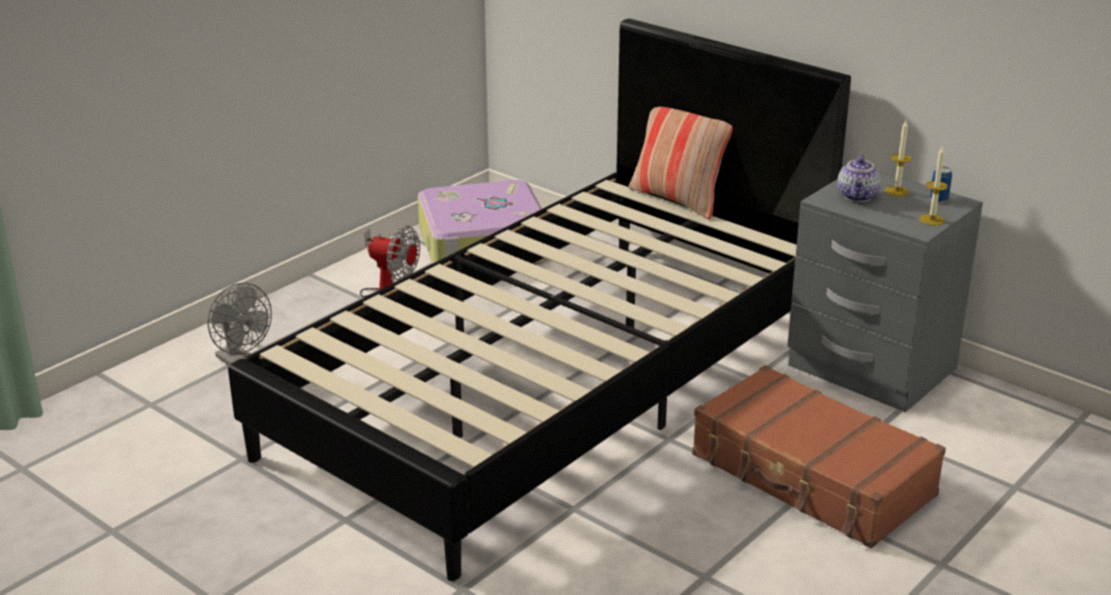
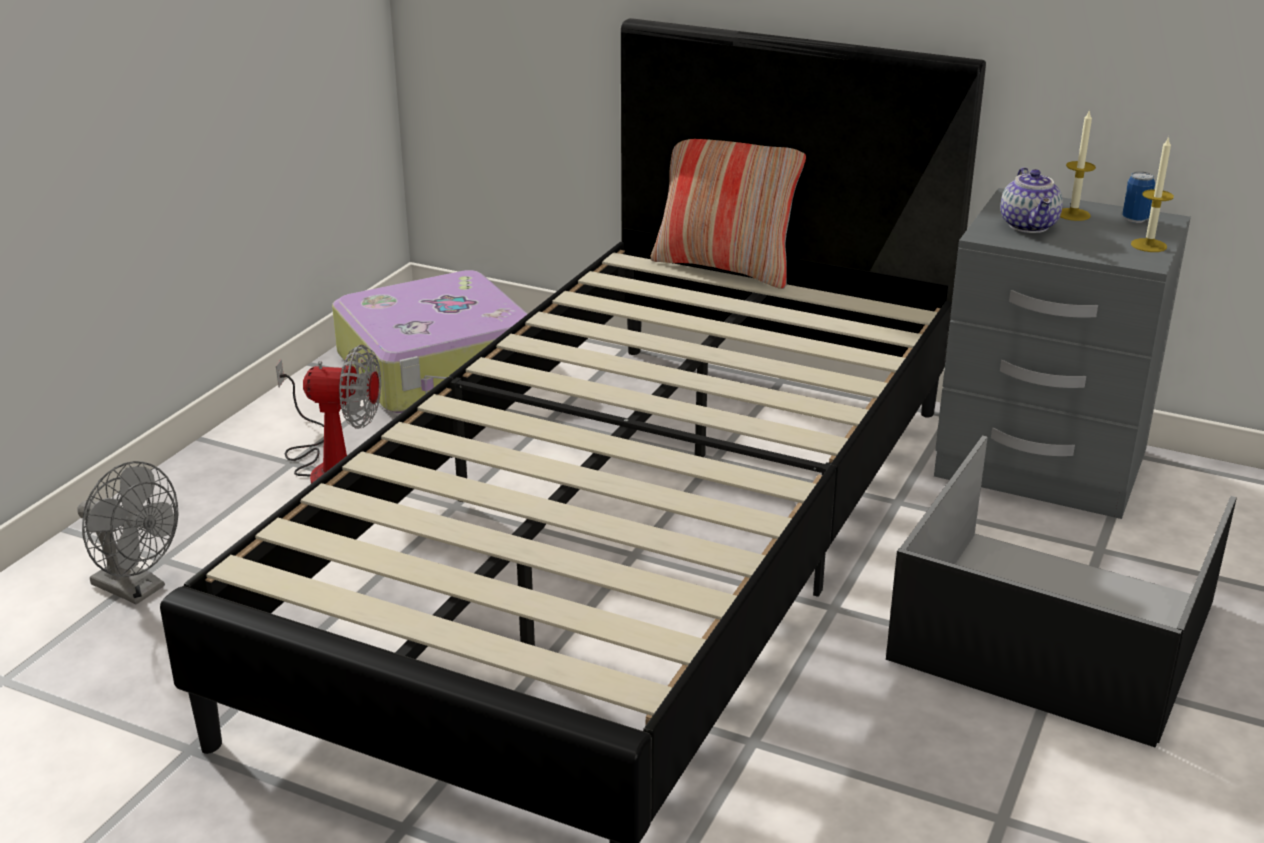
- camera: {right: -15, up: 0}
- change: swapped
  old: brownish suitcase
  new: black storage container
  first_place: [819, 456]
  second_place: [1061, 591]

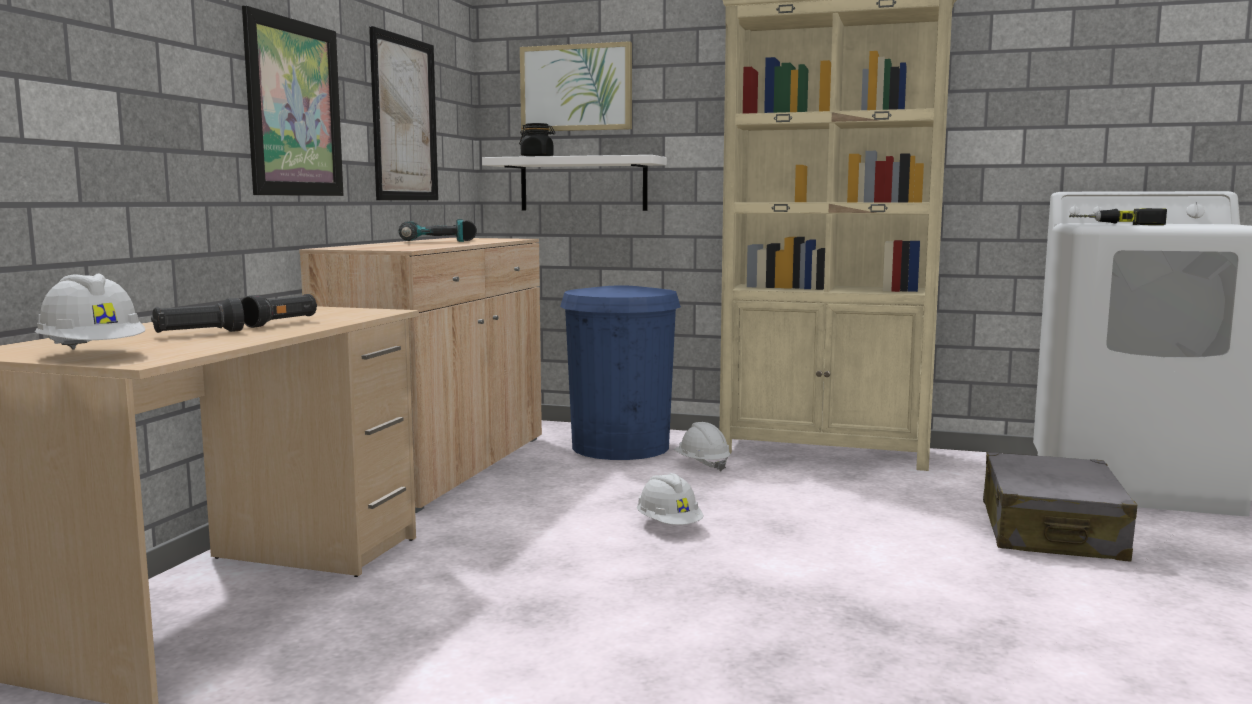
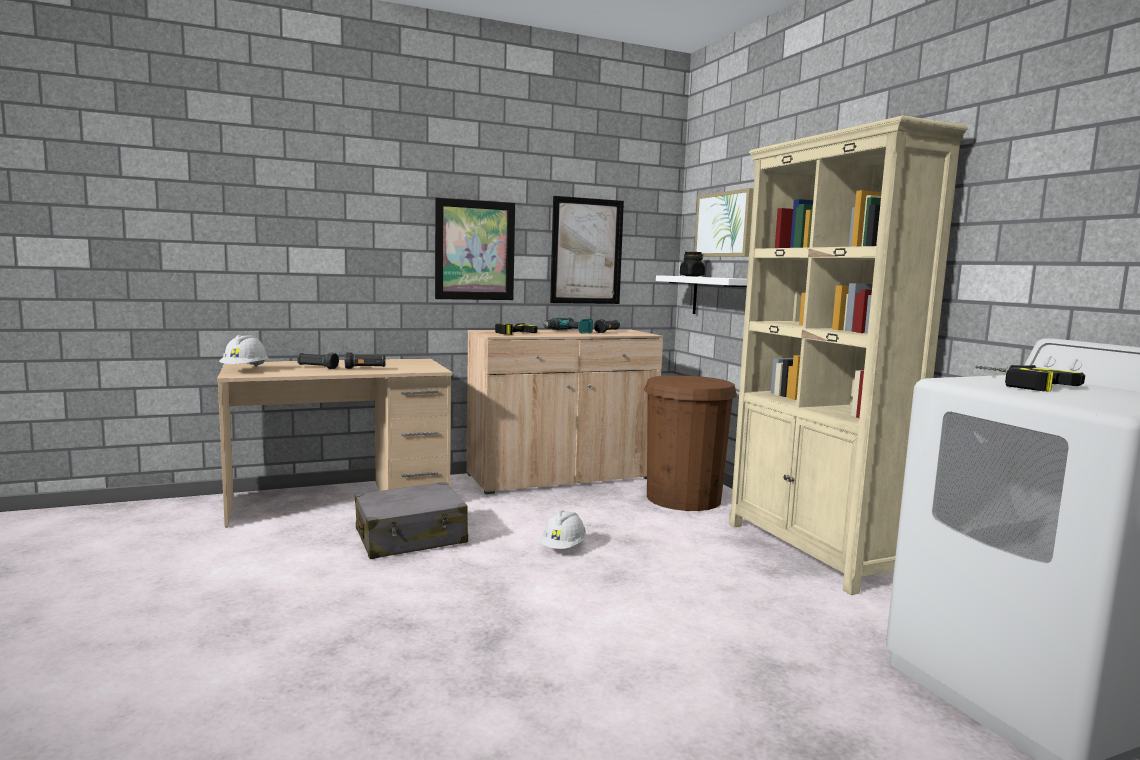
- camera: {right: 50, up: 0}
- change: repainted
  old: blue waste bin
  new: brownish waste bin
  first_place: [620, 373]
  second_place: [690, 443]
- change: gone
  old: whitish work helmet
  first_place: [702, 447]
- change: shifted
  old: gray suitcase
  first_place: [1060, 506]
  second_place: [411, 520]
- change: new
  new: drill
  second_place: [516, 329]

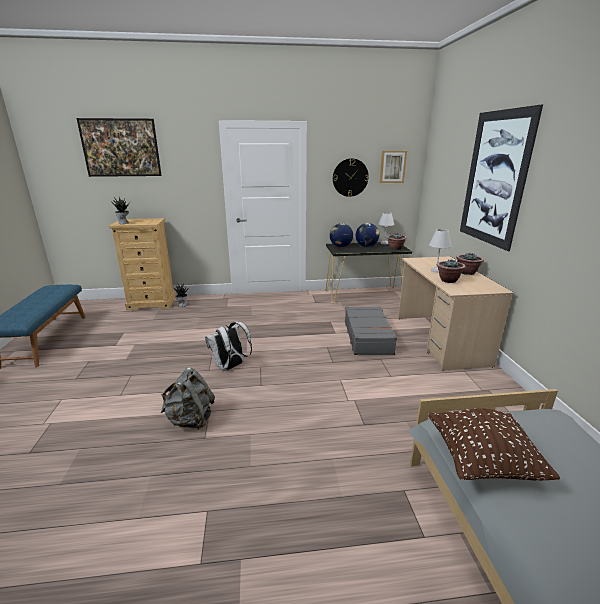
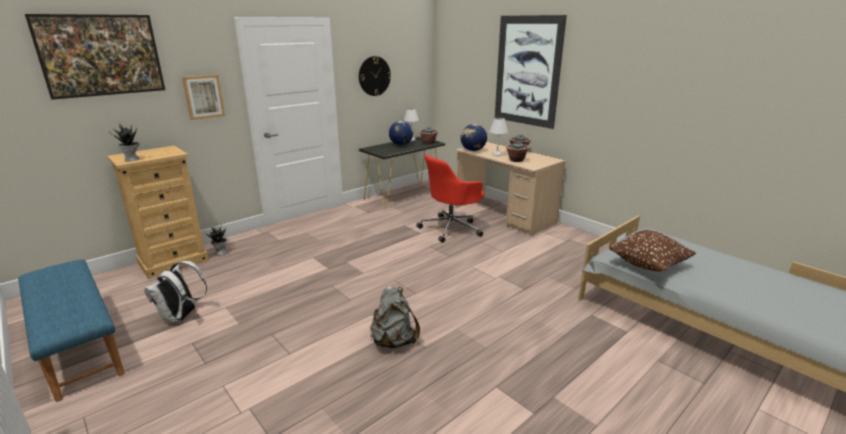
- camera: {right: -35, up: 0}
- change: shifted
  old: wall picture
  first_place: [393, 167]
  second_place: [203, 97]
- change: shifted
  old: globe
  first_place: [341, 235]
  second_place: [473, 137]
- change: swapped
  old: gray suitcase
  new: red-coloured office chair
  first_place: [371, 330]
  second_place: [450, 199]
- change: shifted
  old: whitish backpack
  first_place: [228, 346]
  second_place: [175, 292]

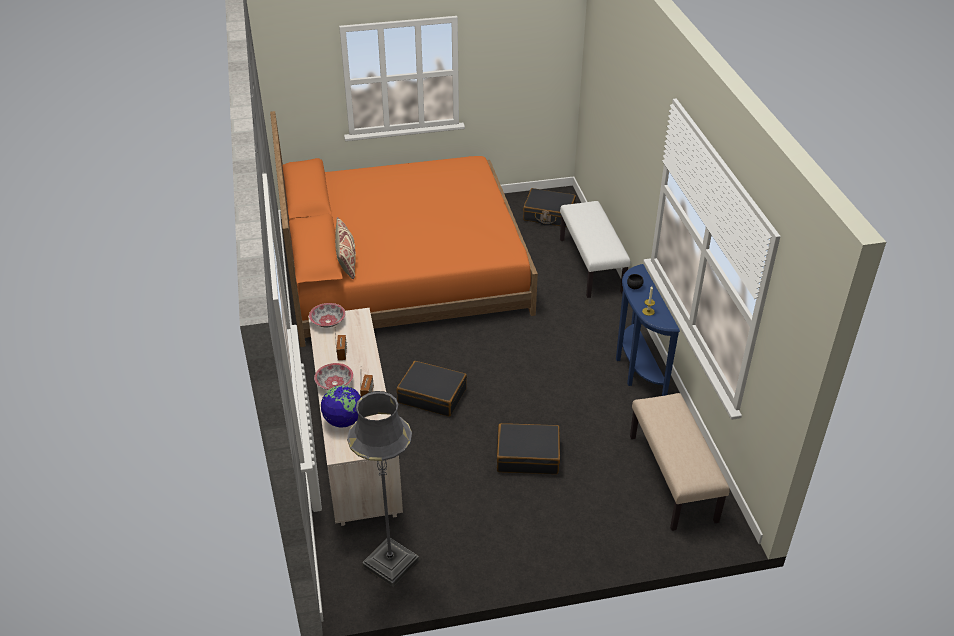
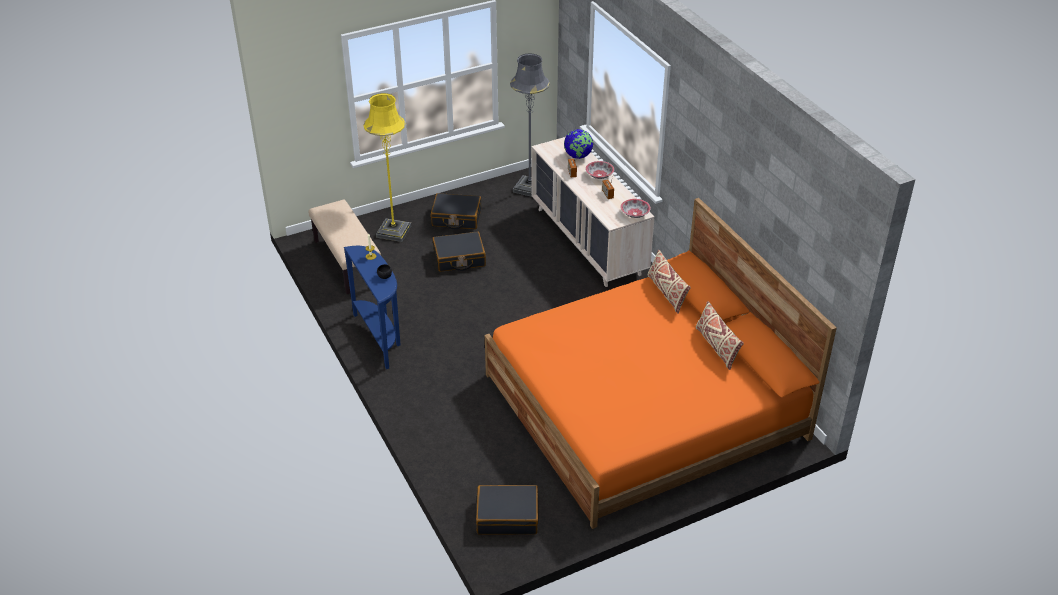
- camera: {right: 165, up: 0}
- change: gone
  old: whitish bench
  first_place: [595, 249]
- change: shifted
  old: black suitcase
  first_place: [432, 388]
  second_place: [456, 211]
- change: new
  new: yellowish floor lamp
  second_place: [387, 167]
- change: new
  new: beige-coloured cushion
  second_place: [720, 335]

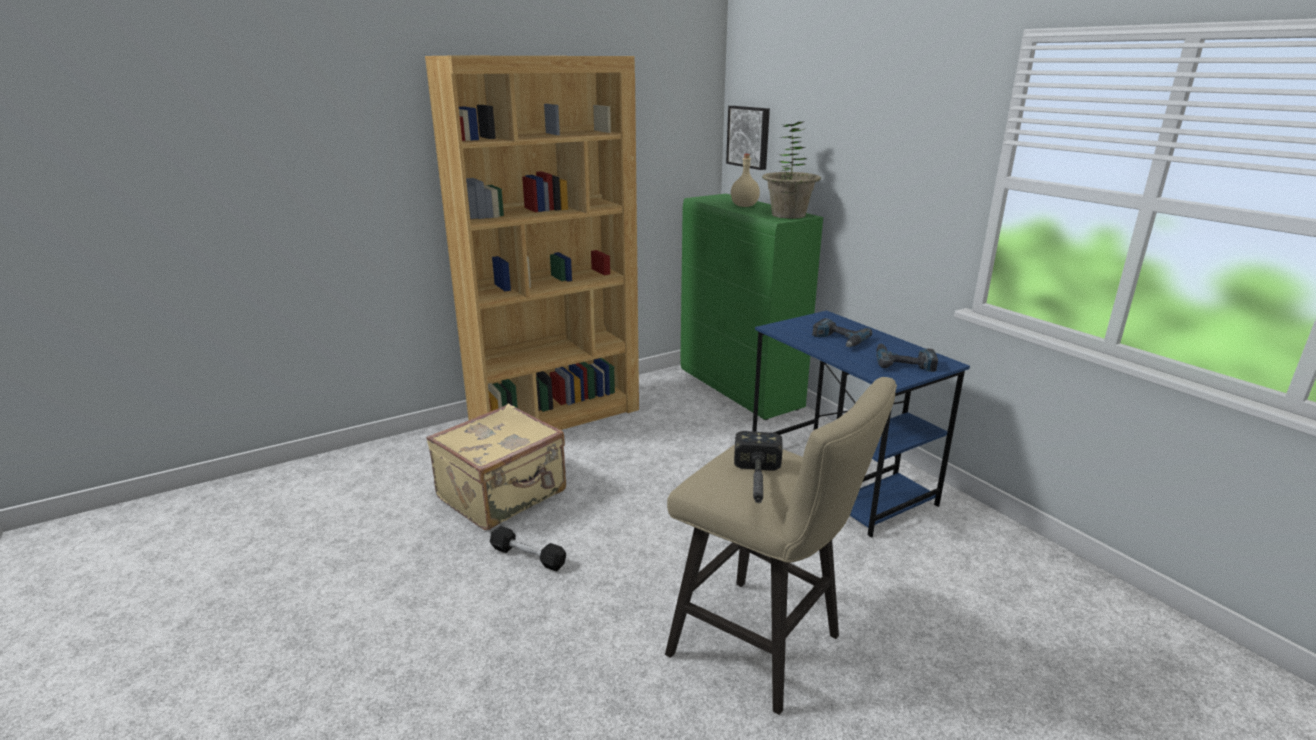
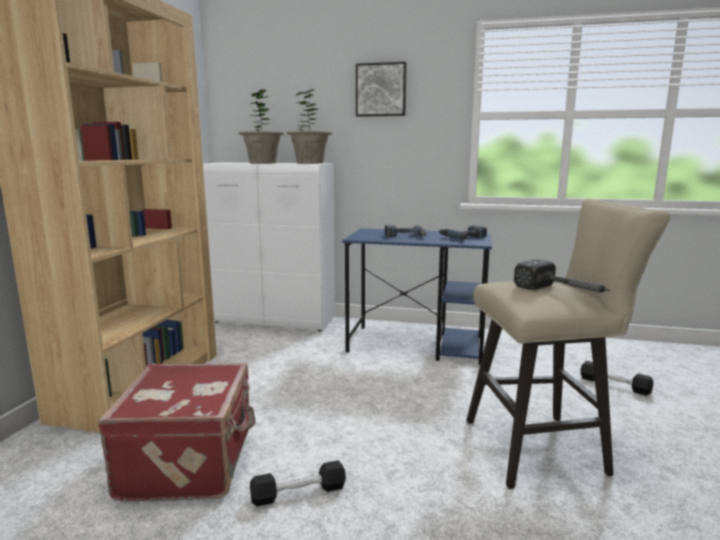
- camera: {right: -45, up: -10}
- change: shifted
  old: wall picture
  first_place: [748, 138]
  second_place: [381, 89]
- change: swapped
  old: beige-coloured drink bottle
  new: plant in a pot
  first_place: [745, 180]
  second_place: [261, 126]
- change: repainted
  old: greenish storage cabinet
  new: whitish storage cabinet
  first_place: [751, 307]
  second_place: [269, 247]
- change: repainted
  old: beige-coloured suitcase
  new: red-coloured suitcase
  first_place: [496, 467]
  second_place: [177, 432]
- change: new
  new: black hand weight
  second_place: [617, 378]

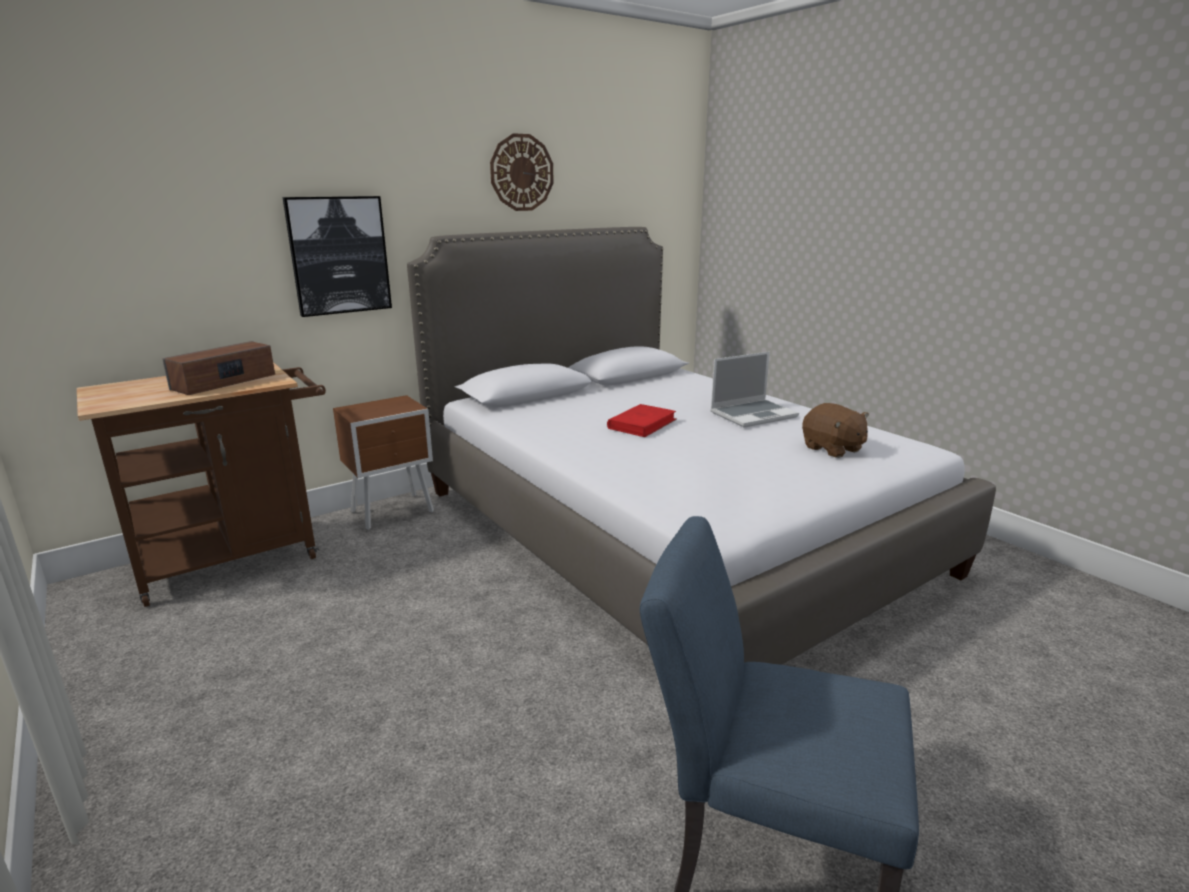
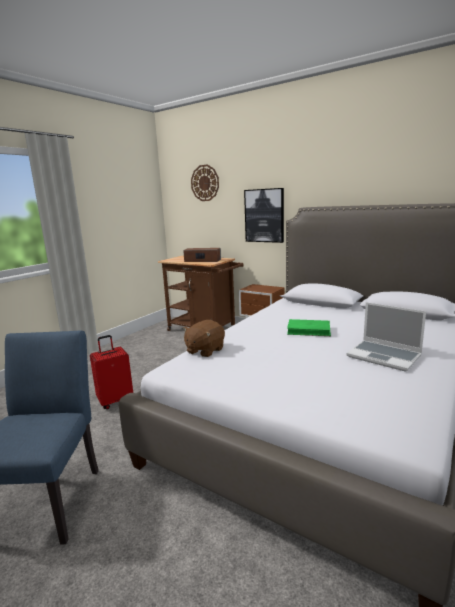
- camera: {right: 70, up: -5}
- change: shifted
  old: wall clock
  first_place: [522, 172]
  second_place: [205, 183]
- change: shifted
  old: brownish plush toy
  first_place: [835, 430]
  second_place: [204, 338]
- change: repainted
  old: red-coloured volume
  new: greenish volume
  first_place: [642, 420]
  second_place: [309, 327]
- change: new
  new: red-coloured suitcase
  second_place: [111, 372]

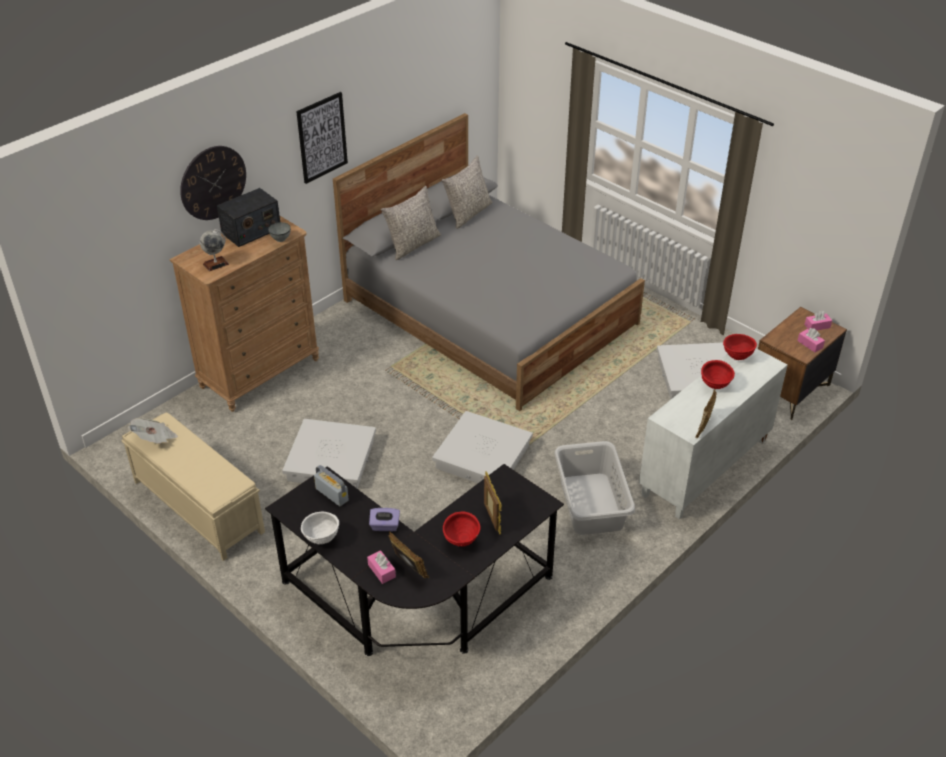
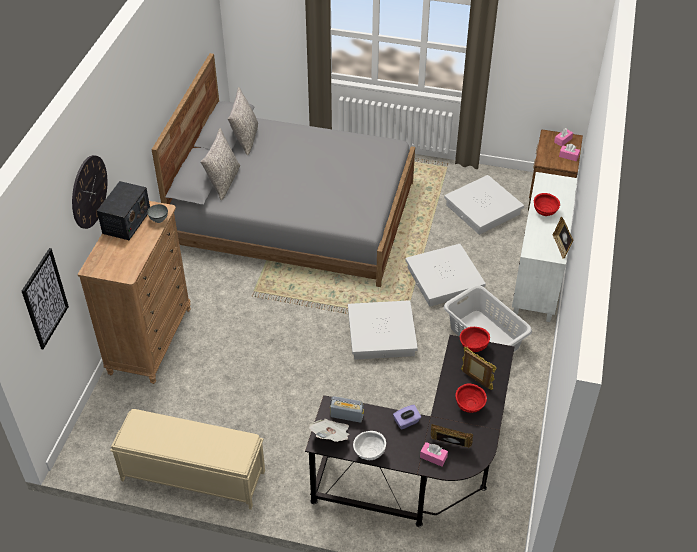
- camera: {right: -30, up: 5}
- change: shifted
  old: wall picture
  first_place: [322, 138]
  second_place: [45, 298]
- change: gone
  old: globe
  first_place: [214, 250]
- change: shifted
  old: red-coloured serving bowl
  first_place: [740, 347]
  second_place: [475, 339]
- change: shifted
  old: newspaper
  first_place: [153, 430]
  second_place: [329, 430]
- change: shifted
  old: whitish storage container
  first_place: [329, 453]
  second_place: [445, 275]

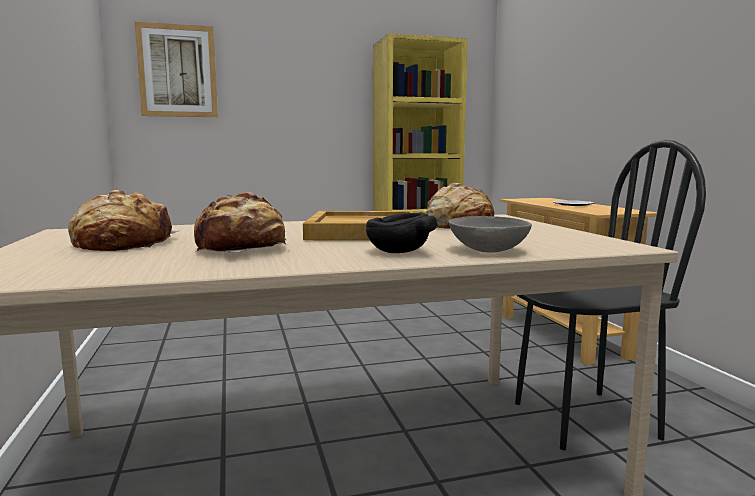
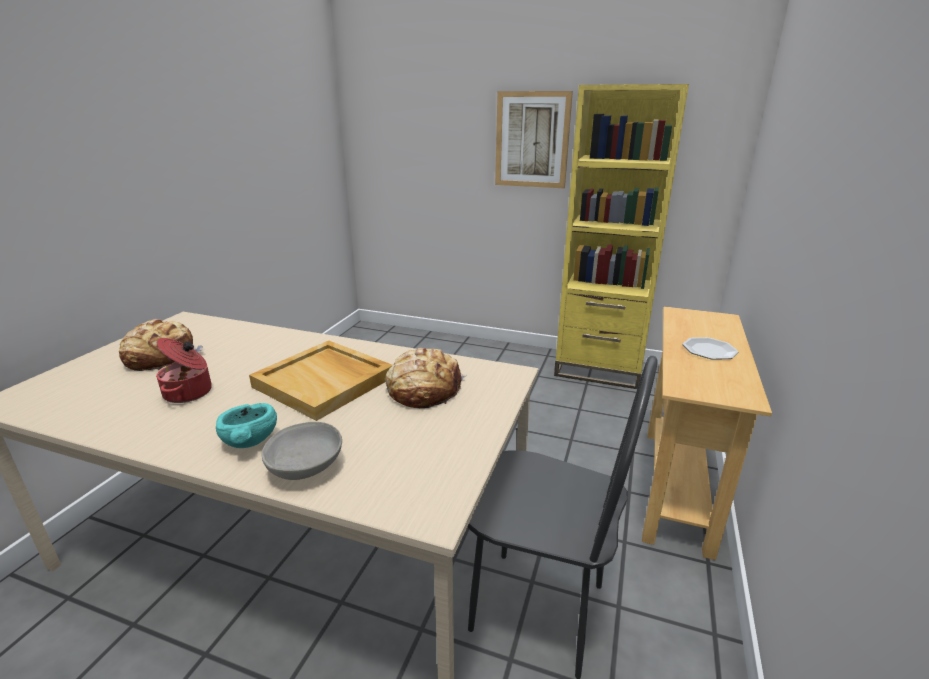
- camera: {right: 35, up: 15}
- change: shifted
  old: wall picture
  first_place: [176, 69]
  second_place: [534, 139]
- change: swapped
  old: bread
  new: cooking pot
  first_place: [240, 222]
  second_place: [184, 370]
- change: repainted
  old: black serving bowl
  new: turquoise-coloured serving bowl
  first_place: [402, 233]
  second_place: [246, 425]

